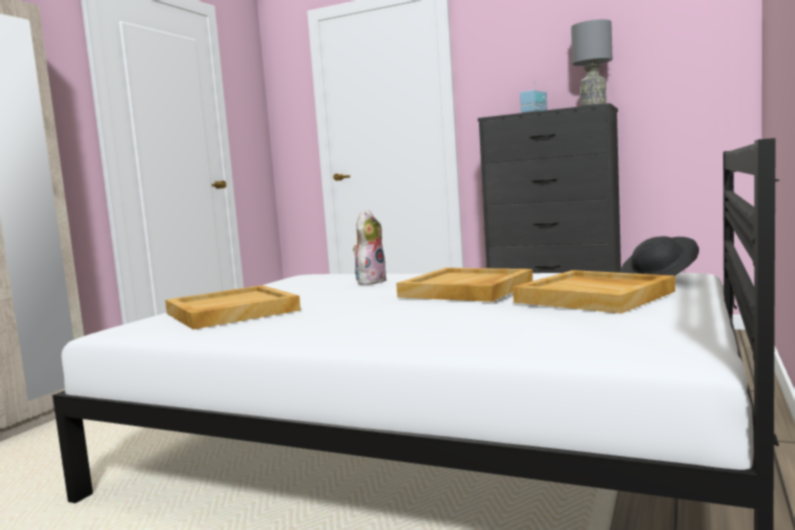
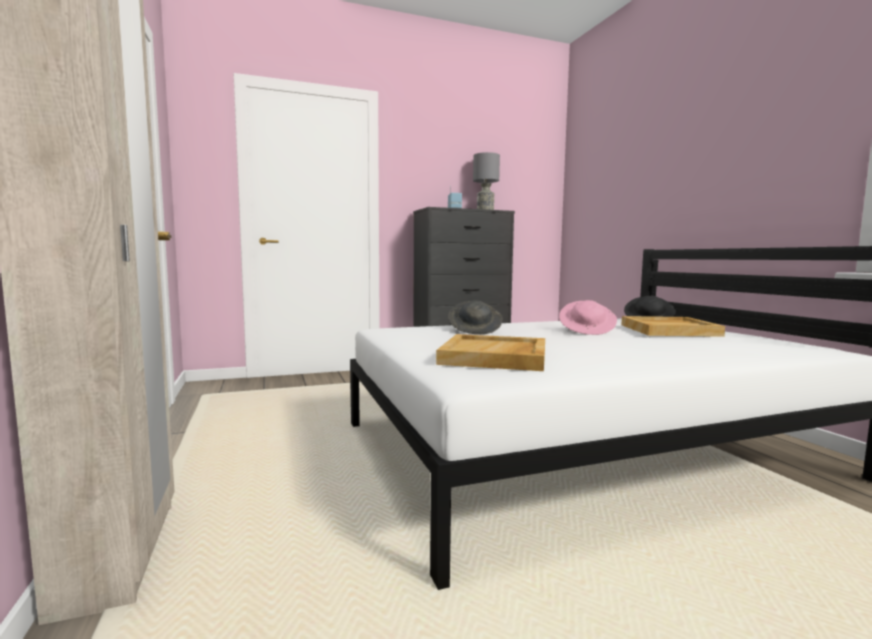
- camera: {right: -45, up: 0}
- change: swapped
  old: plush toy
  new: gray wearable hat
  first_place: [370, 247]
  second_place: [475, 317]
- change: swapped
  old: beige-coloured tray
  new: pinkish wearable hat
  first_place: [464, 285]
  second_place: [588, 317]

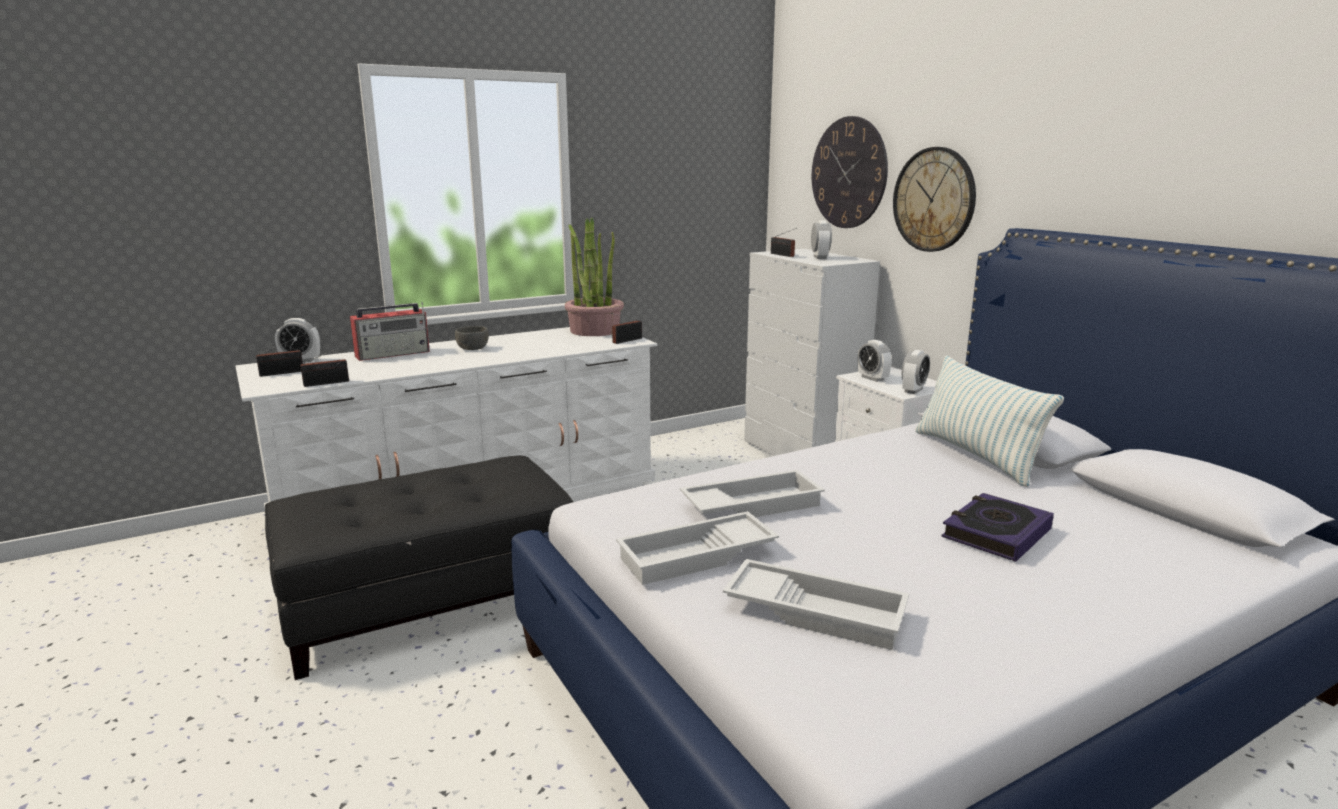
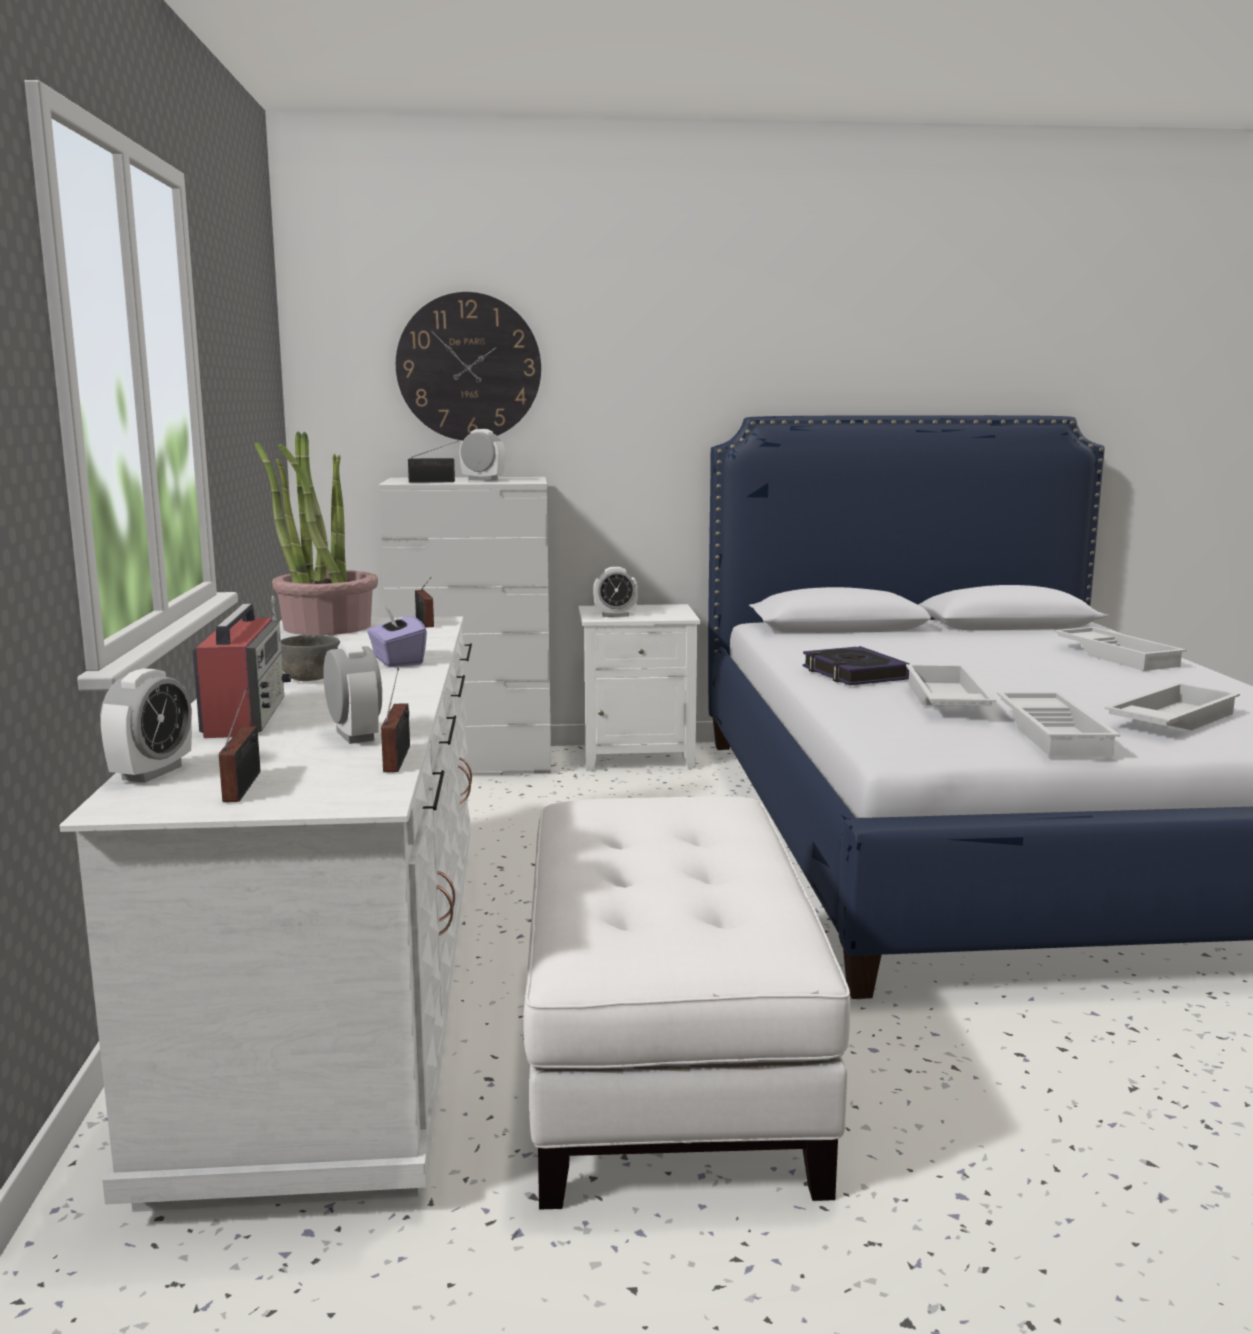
- camera: {right: -65, up: -5}
- change: gone
  old: wall clock
  first_place: [934, 199]
- change: shifted
  old: table clock
  first_place: [916, 372]
  second_place: [352, 692]
- change: gone
  old: cushion
  first_place: [989, 421]
- change: repainted
  old: black ottoman
  new: whitish ottoman
  first_place: [419, 567]
  second_place: [686, 1003]
- change: shifted
  old: volume
  first_place: [997, 527]
  second_place: [856, 665]
- change: new
  new: purplish box of tissues
  second_place: [397, 636]
- change: new
  new: whitish tray
  second_place: [1120, 649]

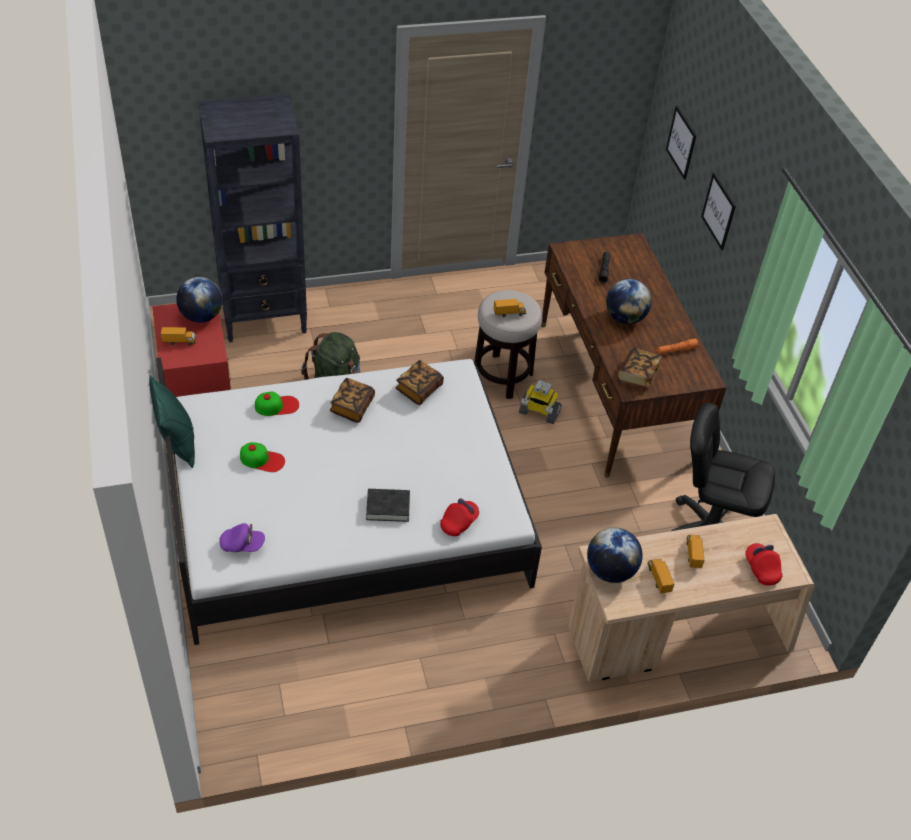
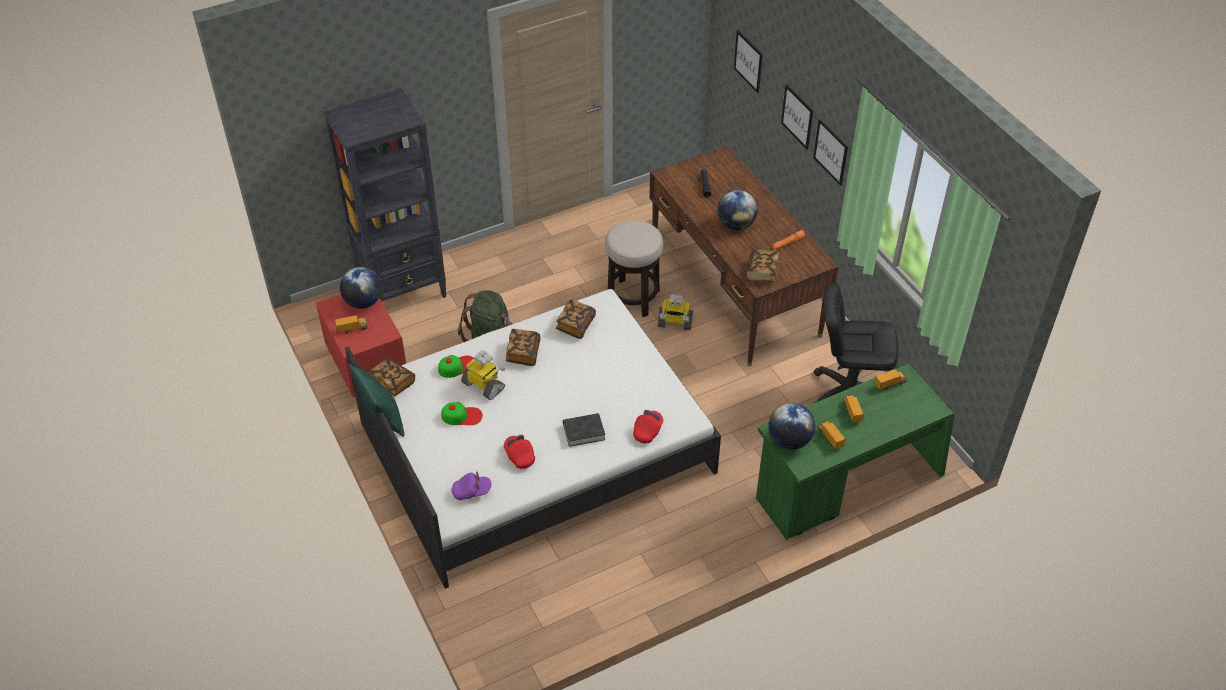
- camera: {right: -10, up: 0}
- change: shifted
  old: model truck
  first_place: [510, 308]
  second_place: [890, 379]
- change: repainted
  old: beige-coloured desk table
  new: greenish desk table
  first_place: [691, 598]
  second_place: [855, 452]
- change: shifted
  old: red-coloured baseball cap
  first_place: [764, 564]
  second_place: [519, 452]
- change: new
  new: wall picture
  second_place: [830, 152]
- change: new
  new: robot figure
  second_place: [483, 375]
- change: new
  new: volume
  second_place: [392, 377]

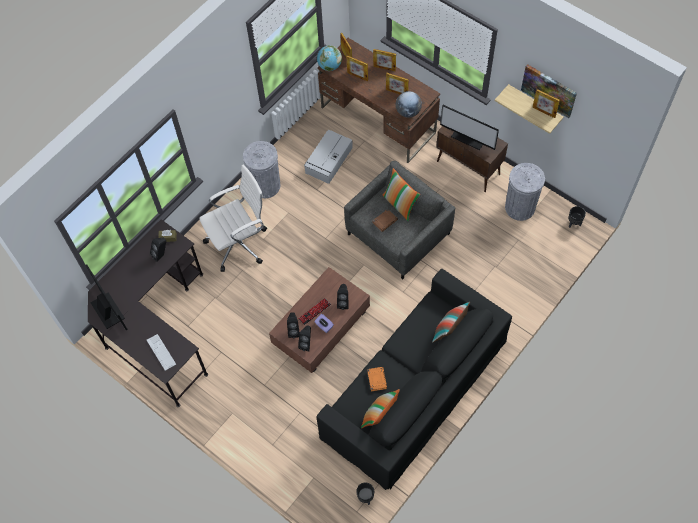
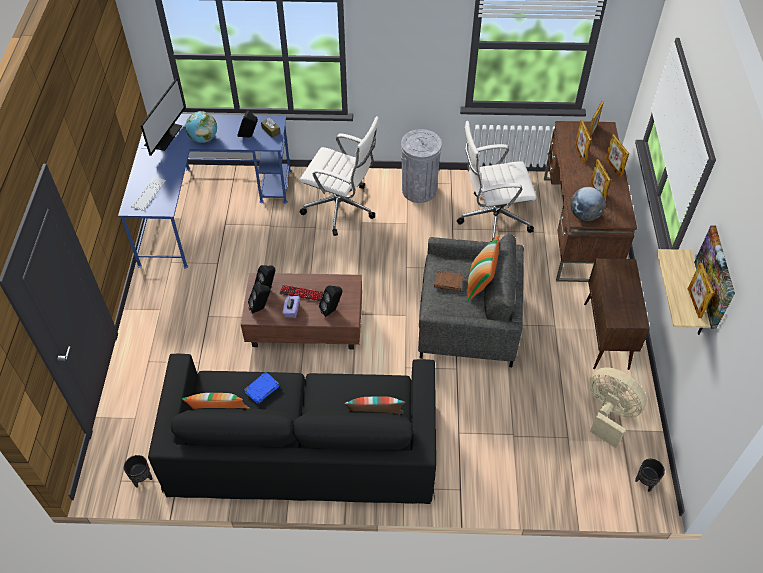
- camera: {right: 50, up: -10}
- change: shifted
  old: globe
  first_place: [329, 58]
  second_place: [201, 127]
- change: gone
  old: computer display
  first_place: [469, 127]
- change: swapped
  old: gray storage container
  new: whitish office chair
  first_place: [328, 157]
  second_place: [497, 181]
- change: swapped
  old: gray waste bin
  new: beige-coloured fan
  first_place: [525, 192]
  second_place: [618, 407]
- change: repainted
  old: black desk table
  new: blue desk table
  first_place: [148, 313]
  second_place: [205, 191]
- change: repainted
  old: orangey volume
  new: blue volume
  first_place: [377, 379]
  second_place: [262, 388]

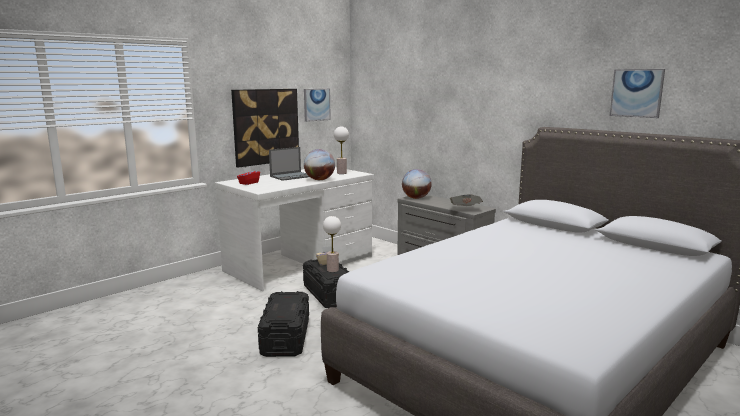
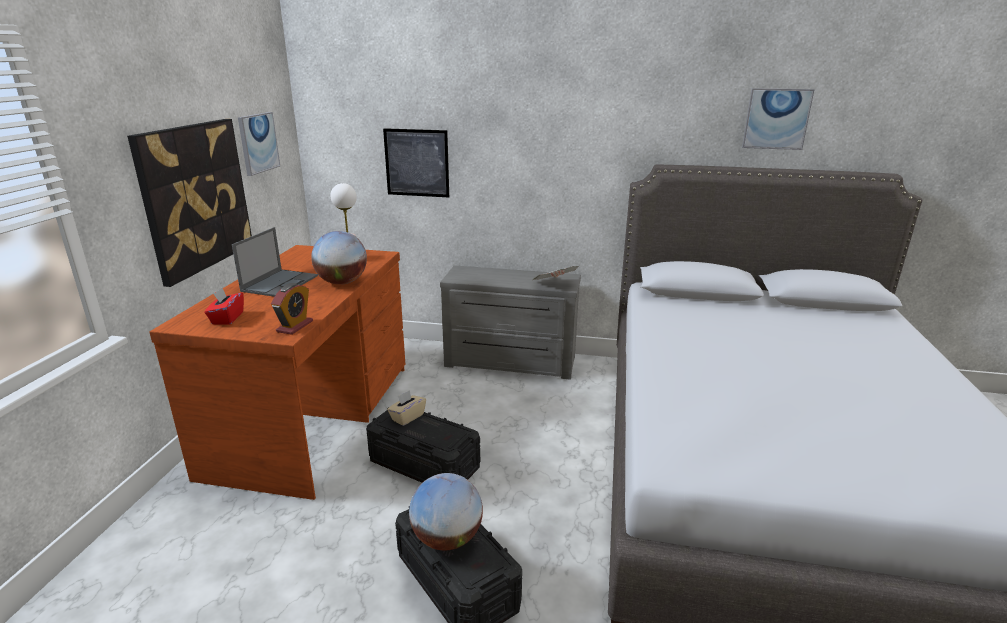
- camera: {right: -35, up: 10}
- change: repainted
  old: whitish desk table
  new: brownish desk table
  first_place: [294, 229]
  second_place: [277, 372]
- change: shifted
  old: globe
  first_place: [417, 184]
  second_place: [446, 511]
- change: gone
  old: lamp for a table
  first_place: [332, 244]
- change: new
  new: wall picture
  second_place: [416, 162]
- change: new
  new: table clock
  second_place: [292, 309]

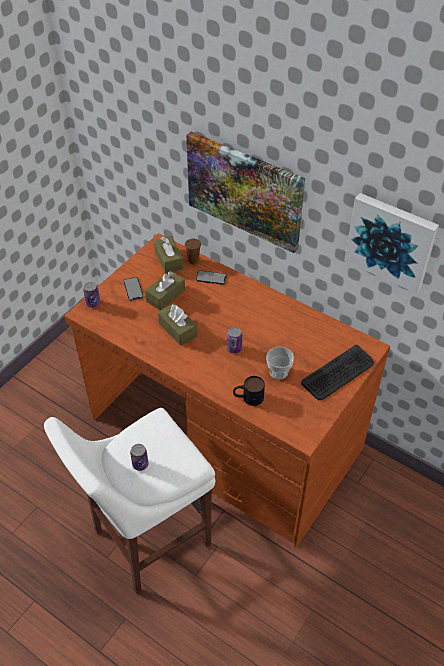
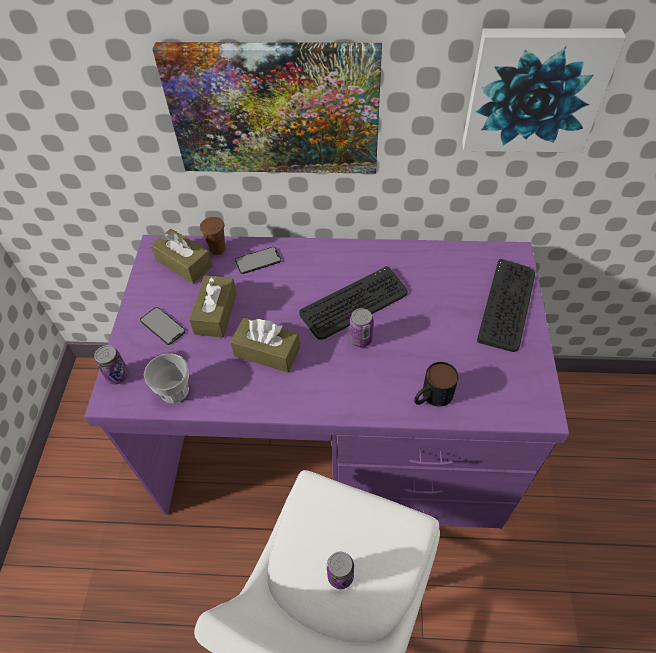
- camera: {right: -30, up: 5}
- change: repainted
  old: brownish desk table
  new: purplish desk table
  first_place: [227, 390]
  second_place: [326, 382]
- change: shifted
  old: cup
  first_place: [280, 363]
  second_place: [166, 378]
- change: new
  new: keyboard
  second_place: [353, 303]

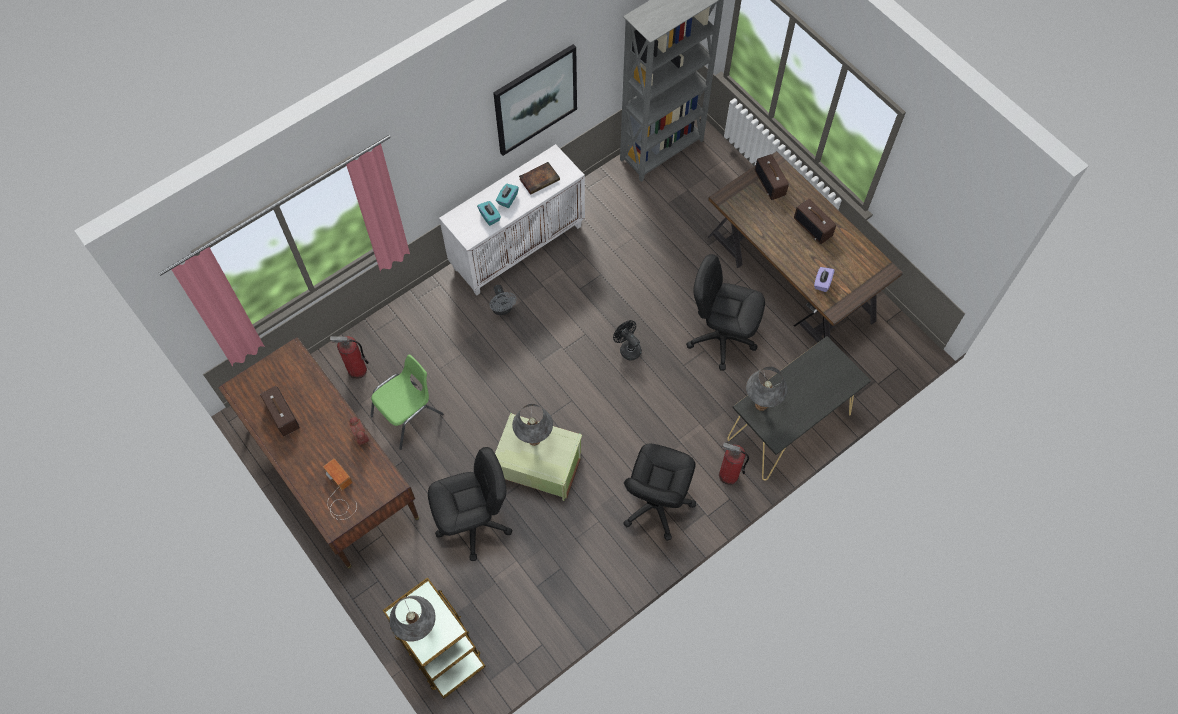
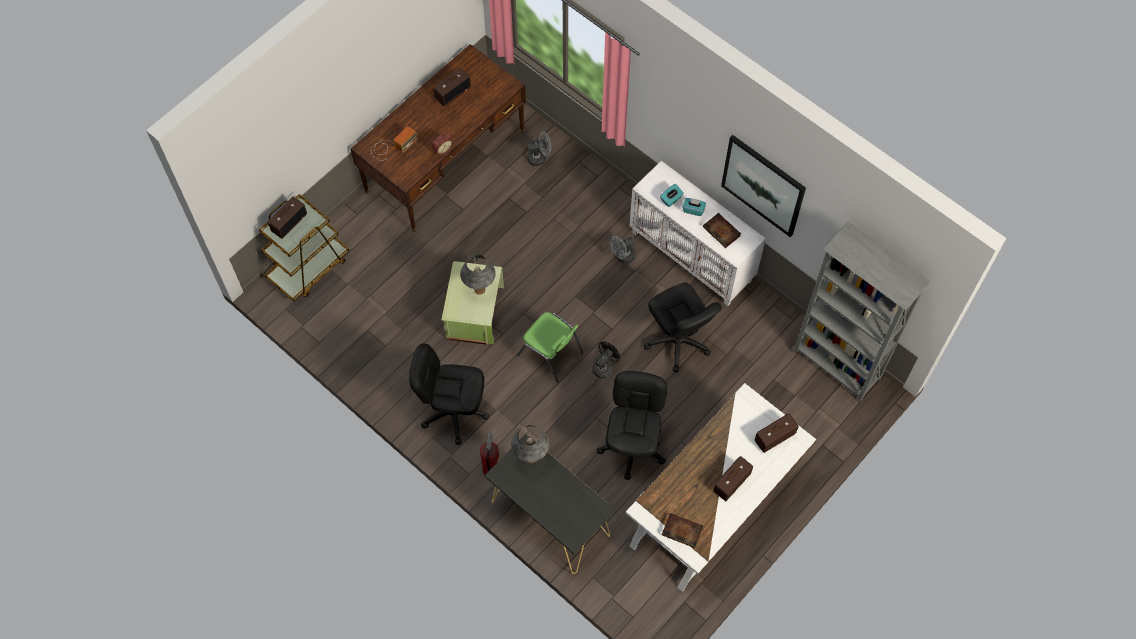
- camera: {right: 80, up: 0}
- change: repainted
  old: brownish desk table
  new: whitish desk table
  first_place: [805, 247]
  second_place: [721, 487]
- change: gone
  old: purplish box of tissues
  first_place: [824, 279]
- change: swapped
  old: fire-fighting cylinder
  new: gray fan
  first_place: [349, 357]
  second_place: [539, 149]
- change: shifted
  old: greenish upright chair
  first_place: [407, 402]
  second_place: [550, 347]
- change: shifted
  old: black office chair
  first_place: [470, 504]
  second_place: [683, 328]
- change: swapped
  old: gray lamp for a table
  new: radio set
  first_place: [412, 619]
  second_place: [287, 218]
- change: new
  new: volume
  second_place: [682, 530]

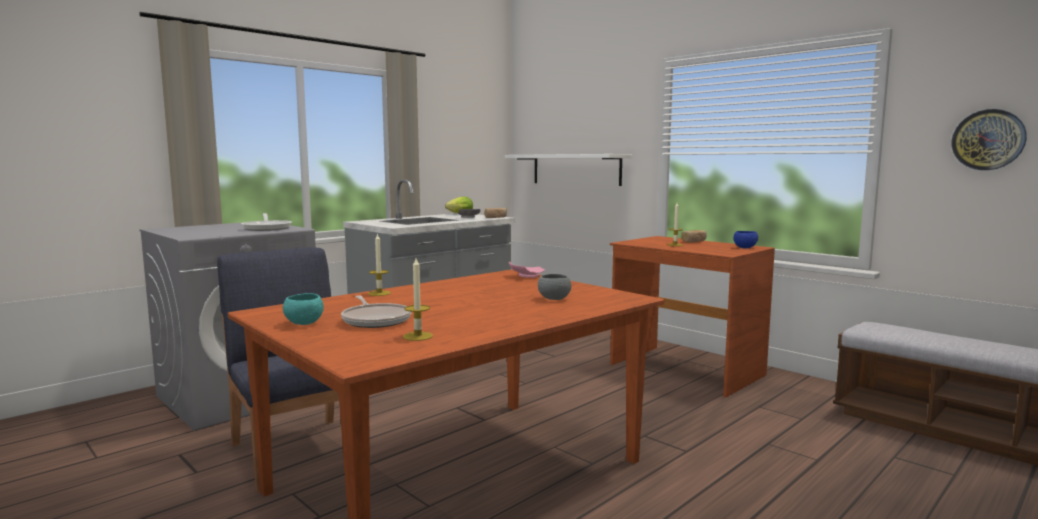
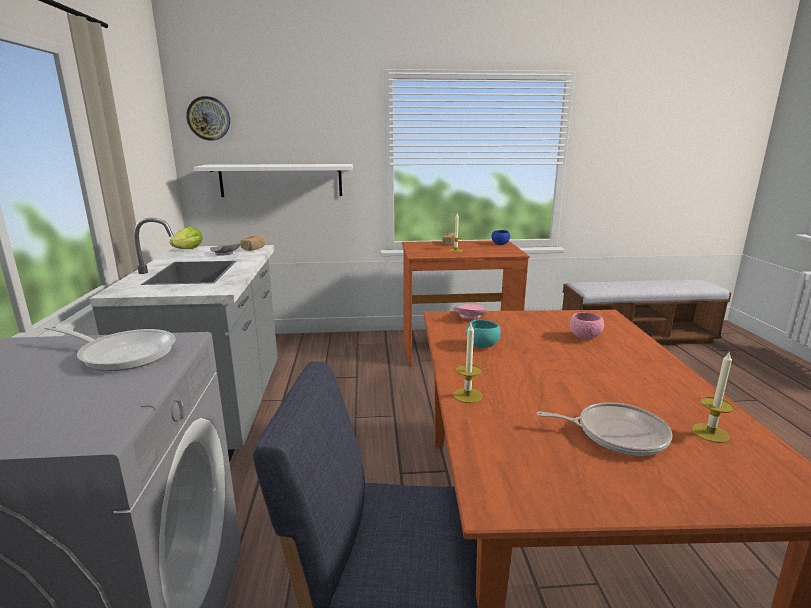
- camera: {right: -50, up: 10}
- change: shifted
  old: wall clock
  first_place: [989, 139]
  second_place: [208, 118]
- change: repainted
  old: gray serving bowl
  new: pinkish serving bowl
  first_place: [554, 287]
  second_place: [587, 325]
- change: shifted
  old: turquoise-coloured serving bowl
  first_place: [303, 309]
  second_place: [483, 333]

